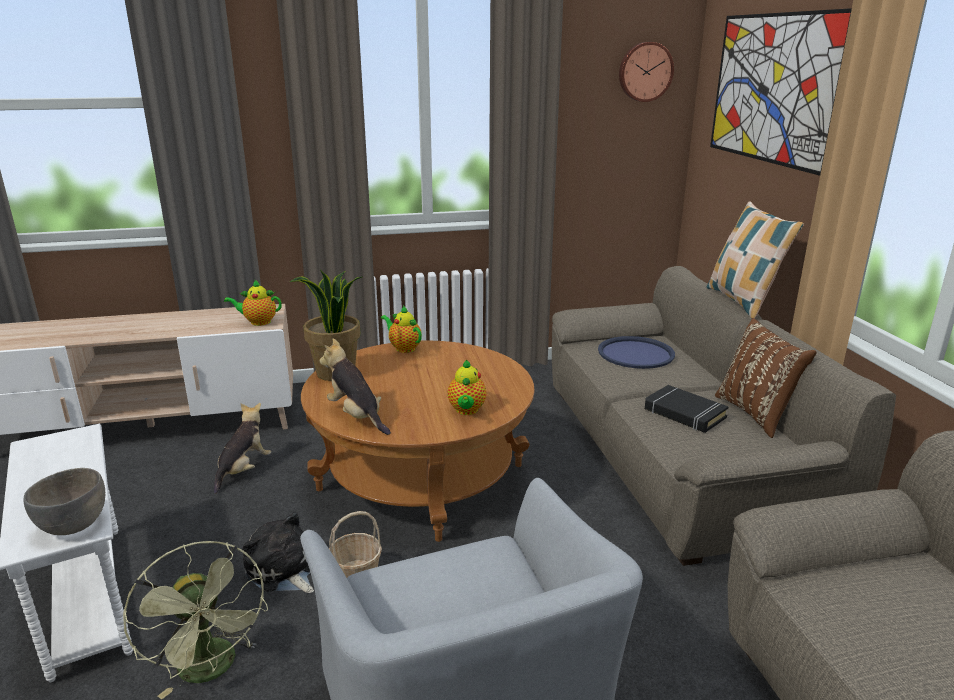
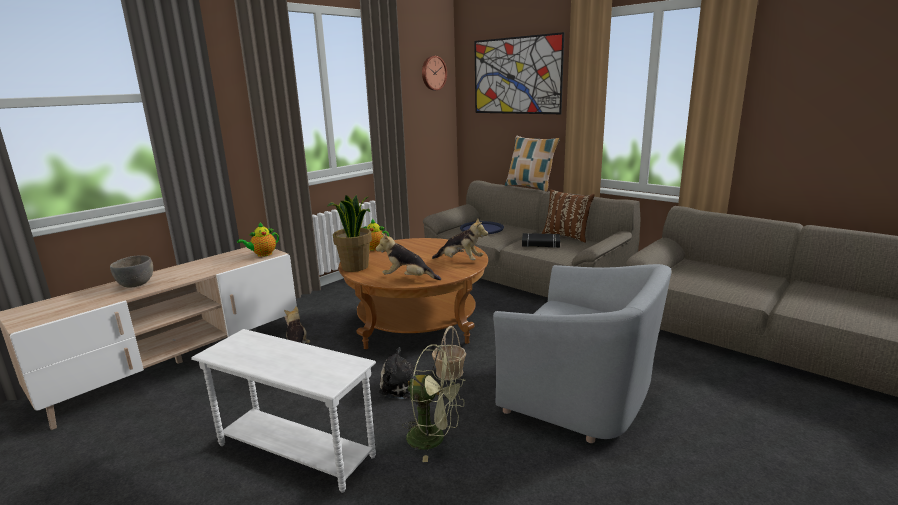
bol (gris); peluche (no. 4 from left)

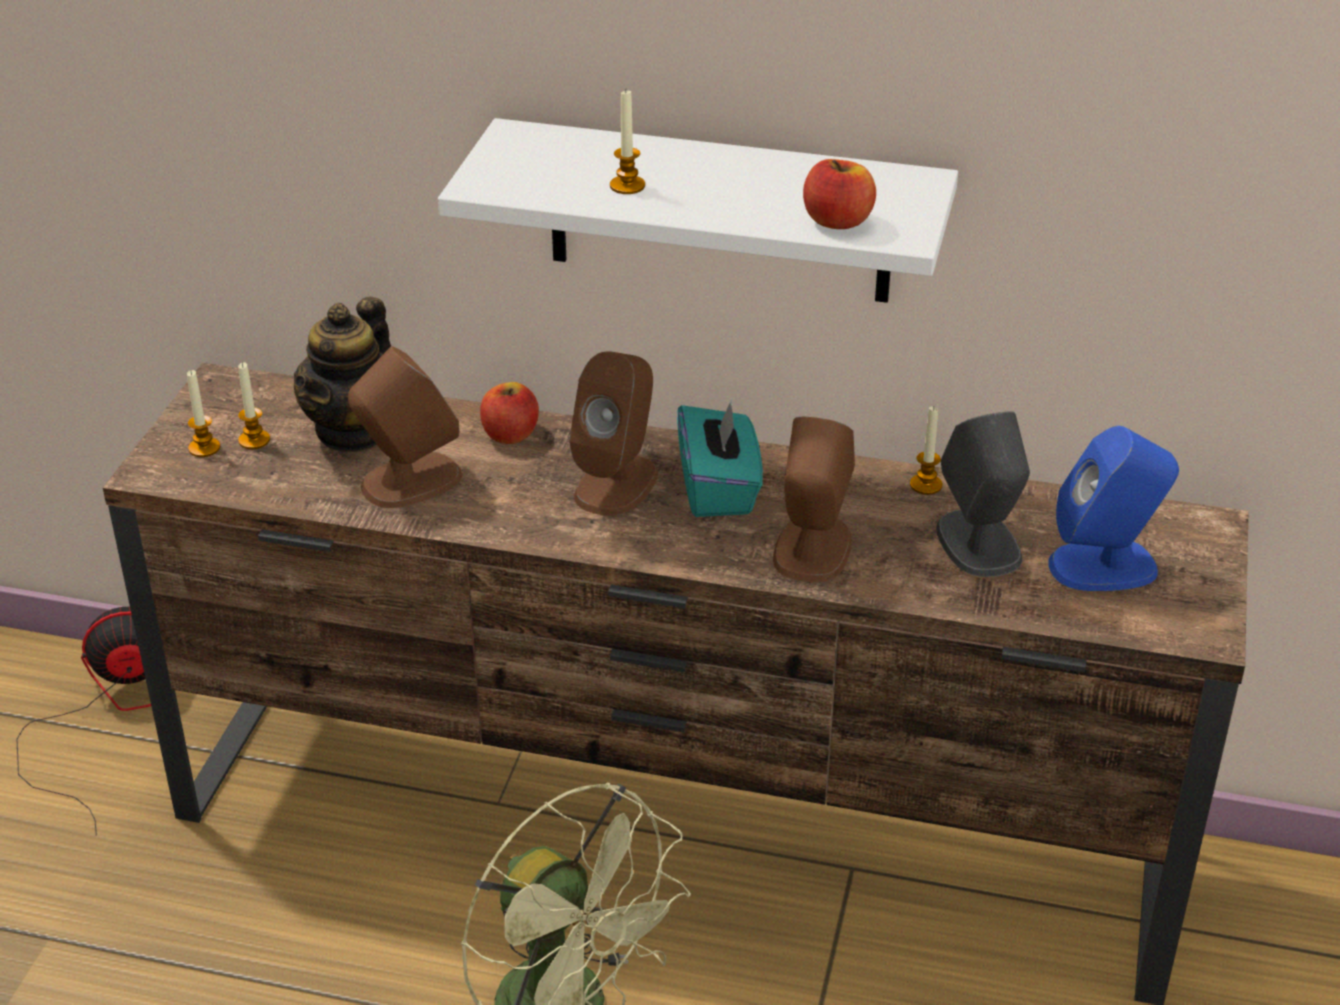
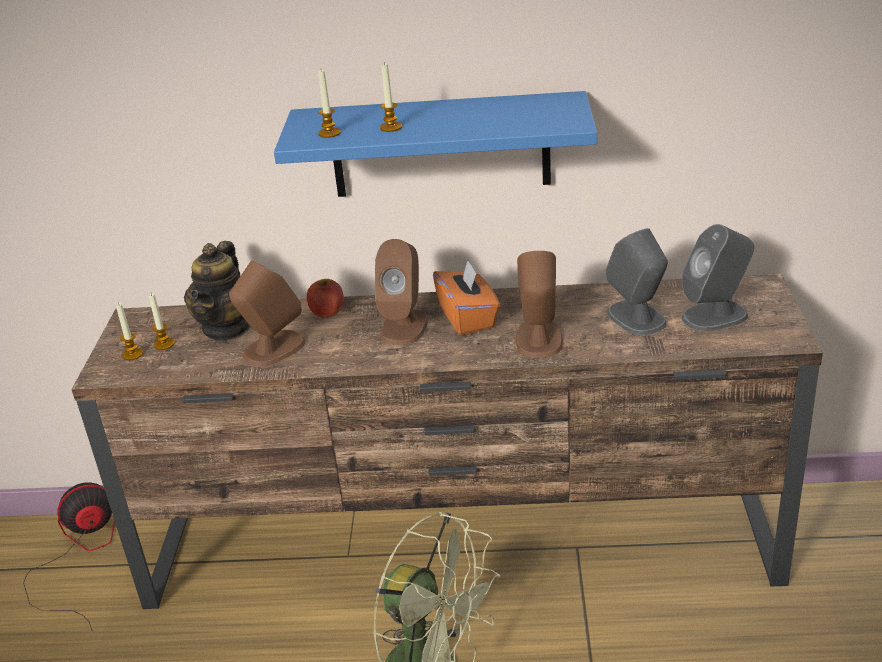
étagère (bleu); boîte à mouchoirs (orange); pomme (no. 2 from left in the first image); bougie (no. 3 from left); enceinte (gris) (no. 2 from left)

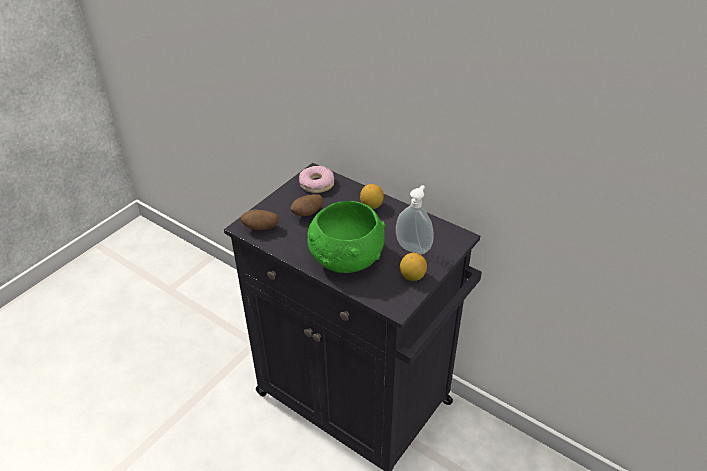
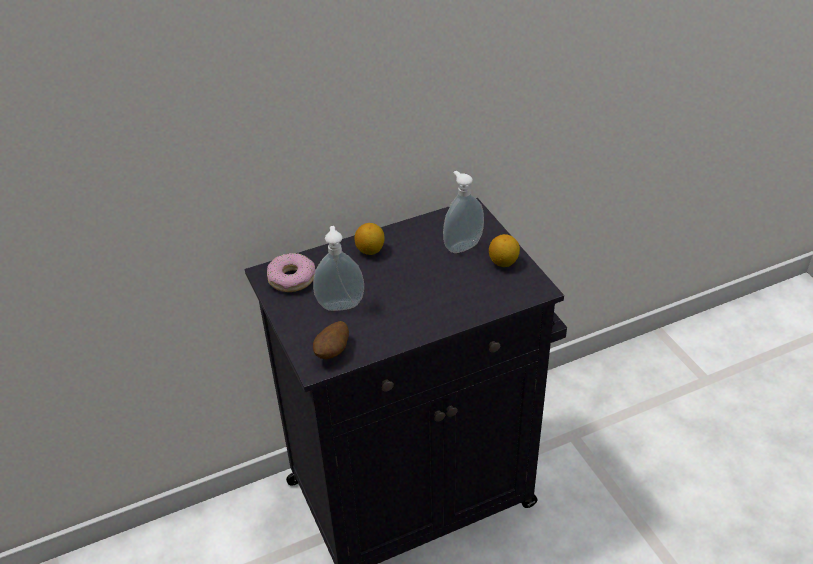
distributeur de savon (no. 1 from left); bol (vert)

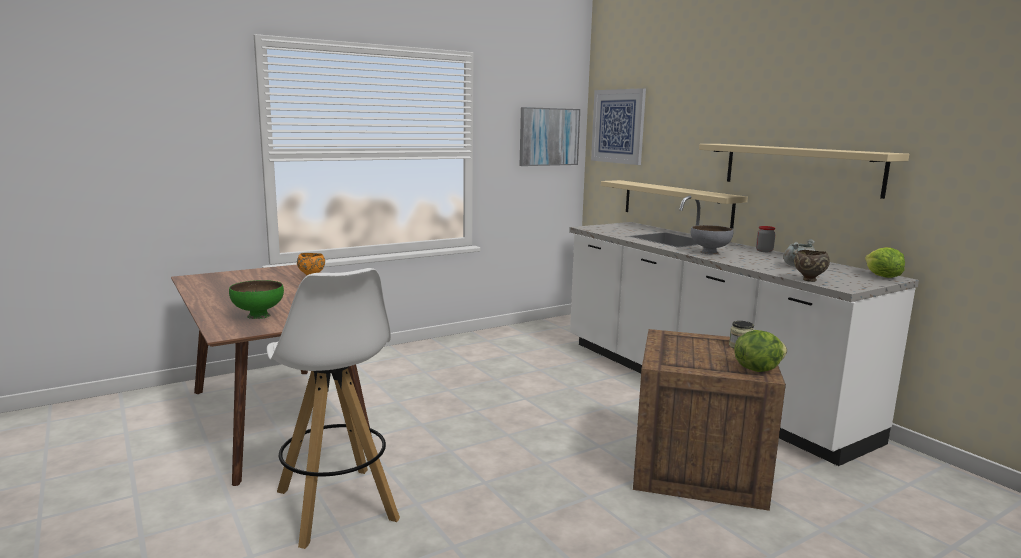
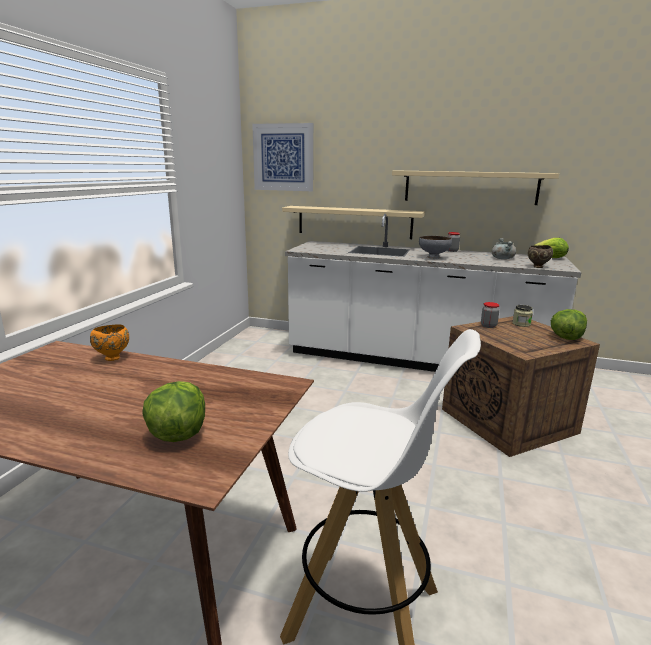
laitue (no. 1 from left); tableau (no. 1 from left in the first image); bocal (no. 2 from left)

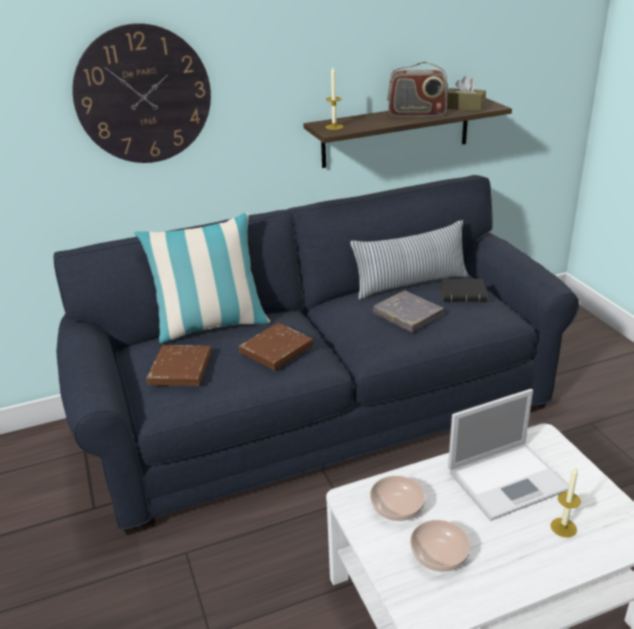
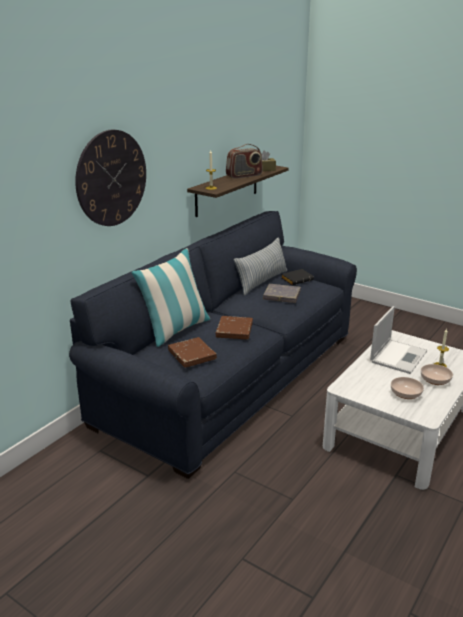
bol (no. 2 from left)

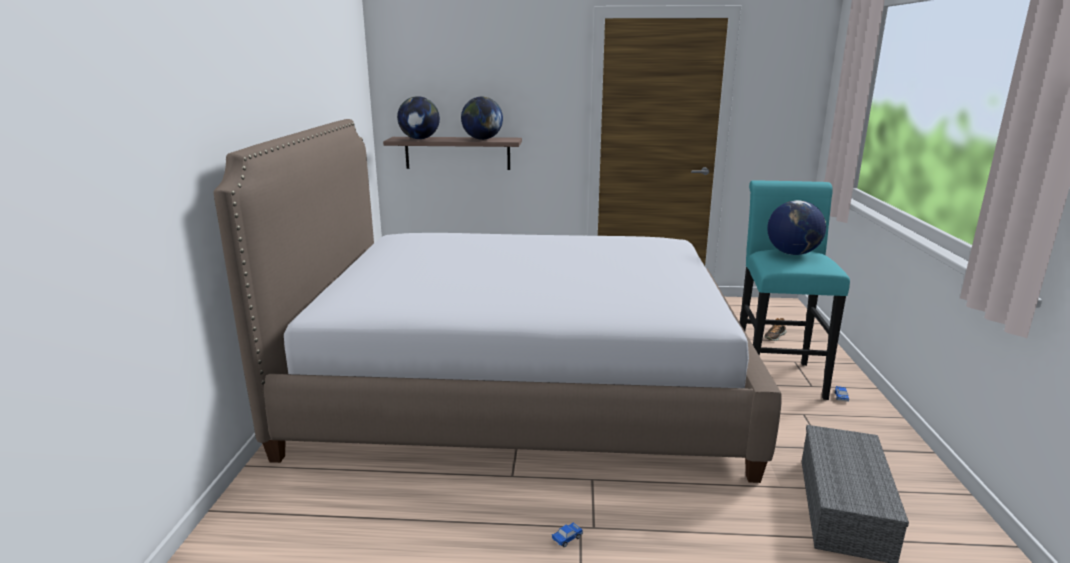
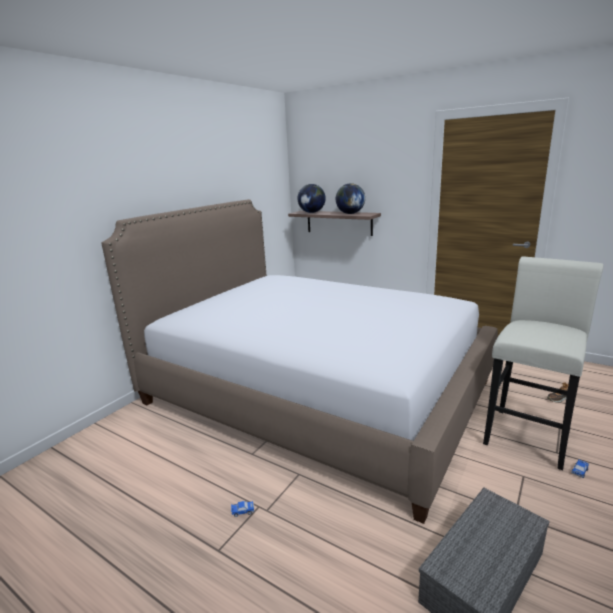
tabouret (blanc); globe (no. 3 from left in the first image)

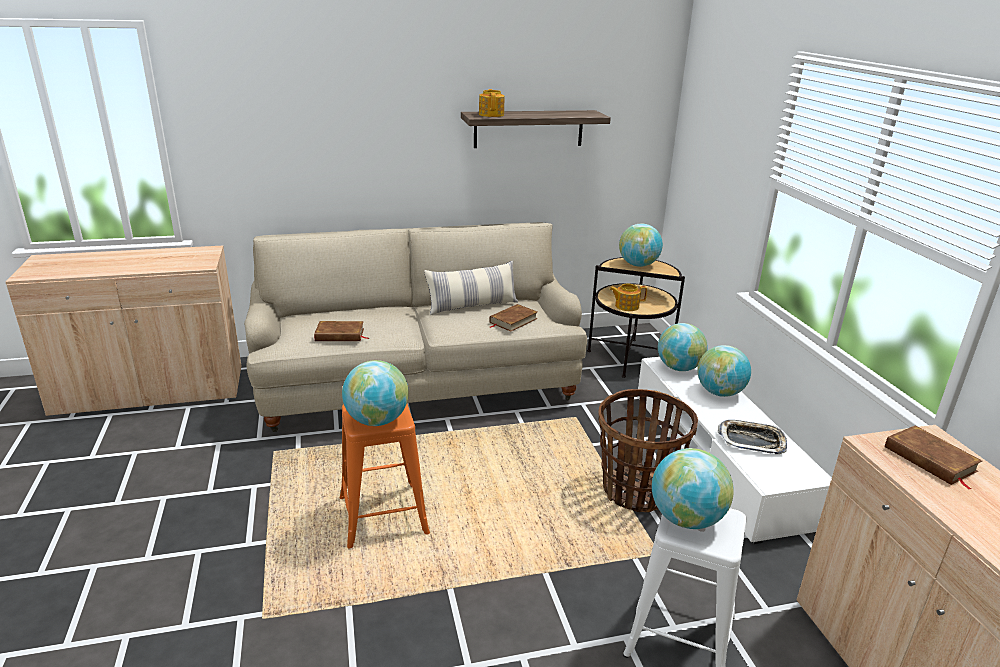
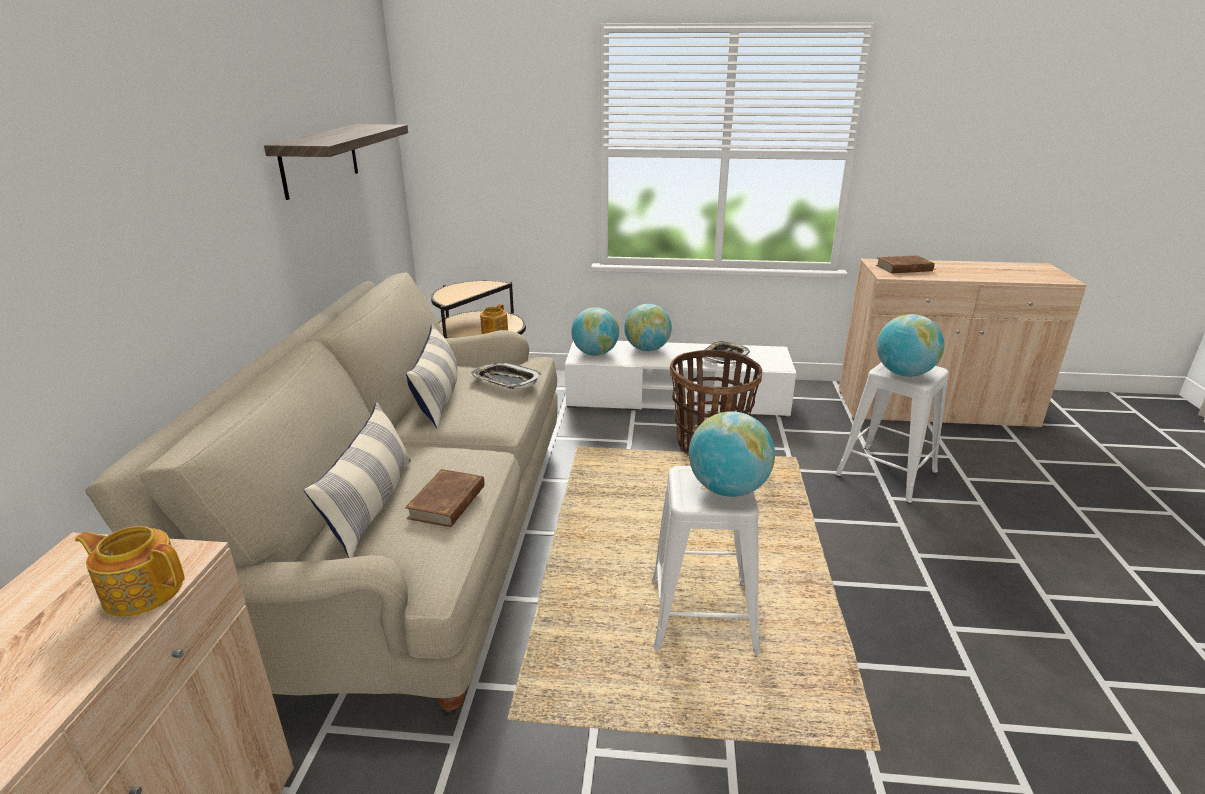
tabouret (blanc) (no. 1 from left); théière (no. 1 from left); plateau (no. 1 from left); globe (no. 2 from left in the first image); coussin (no. 1 from left)

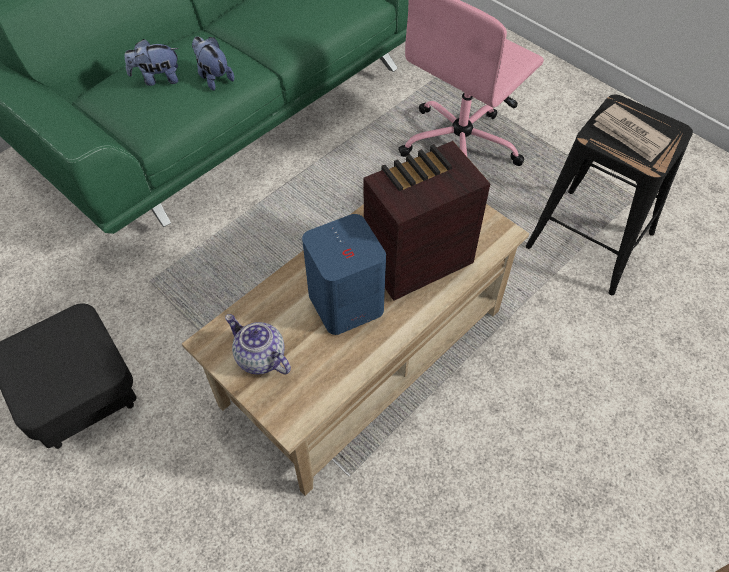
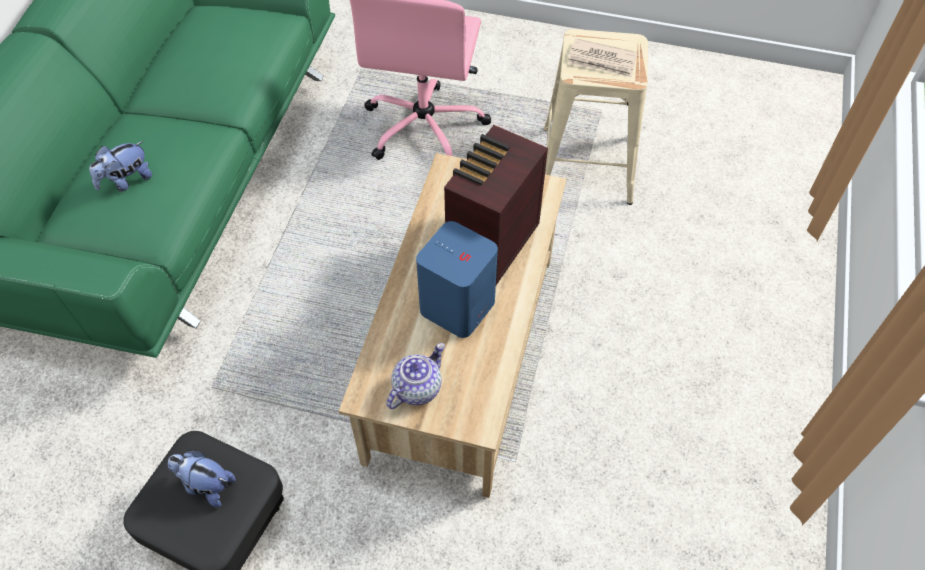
peluche (no. 2 from left); théière; tabouret (beige)

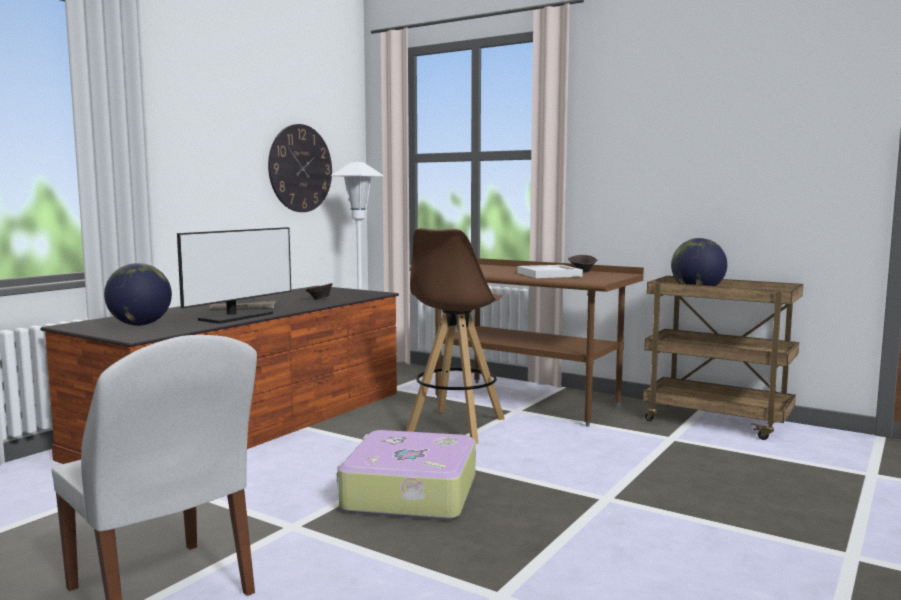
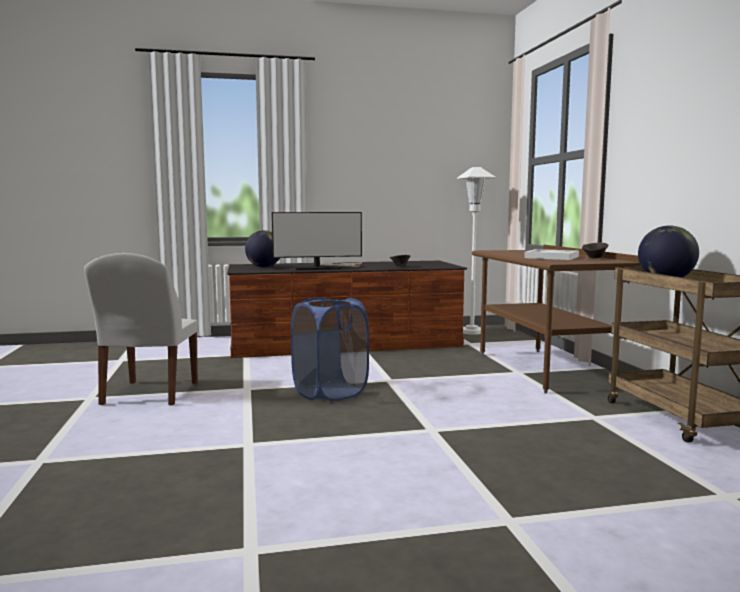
horloge murale; panier à linge (bleu); tabouret (marron)

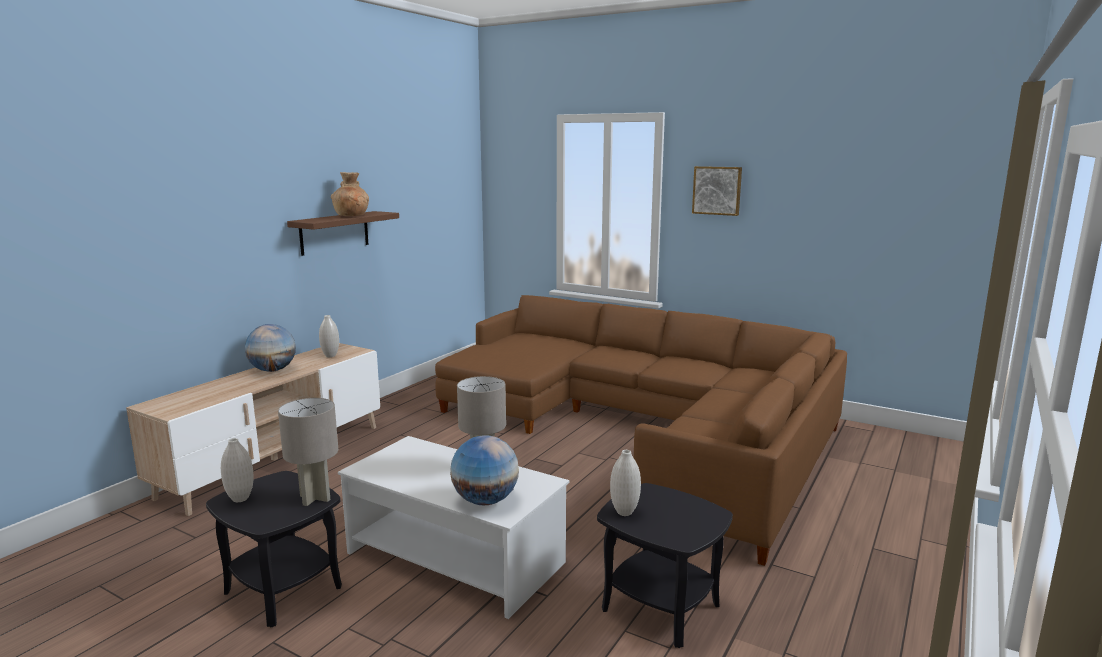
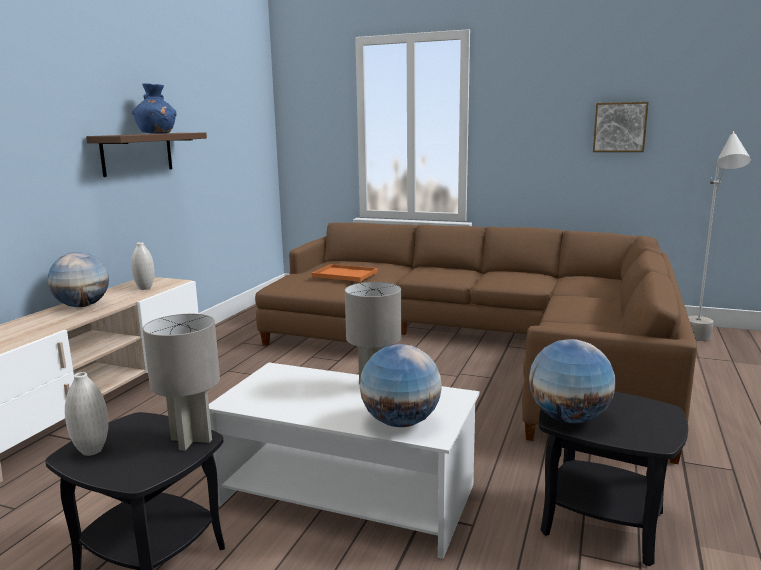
vase (bleu); globe (no. 3 from left); tableau; plateau (orange); lampadaire (gris)

